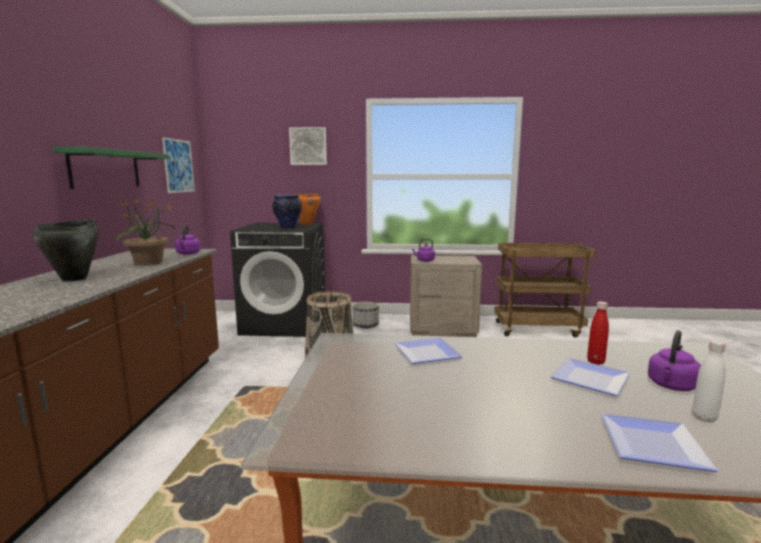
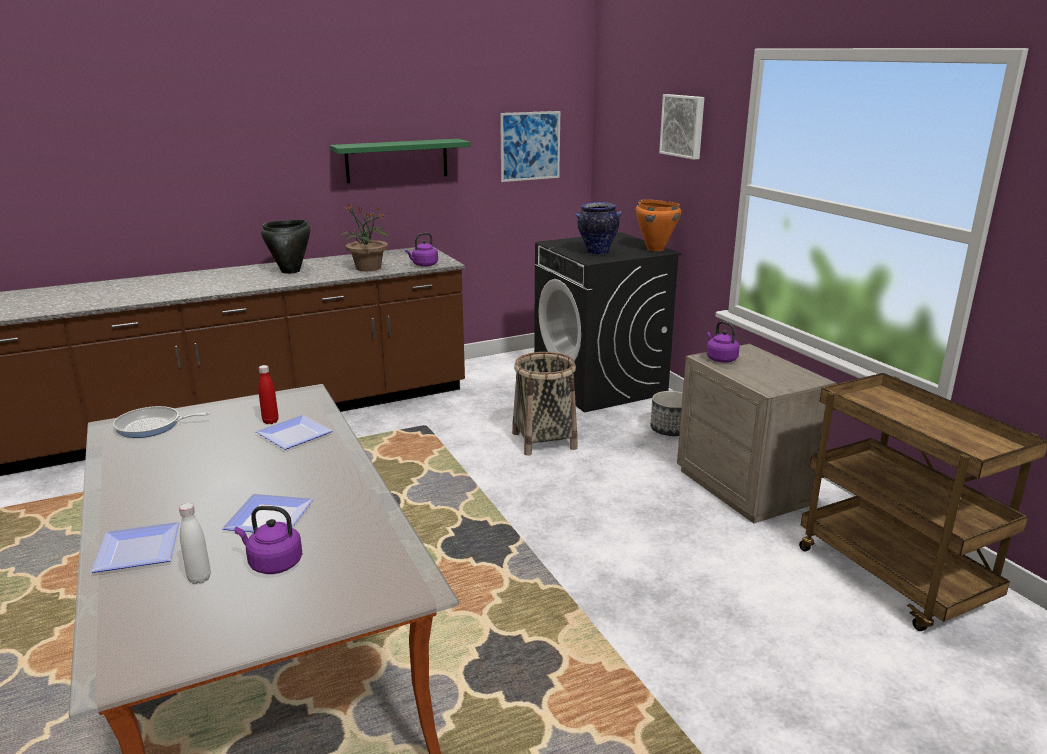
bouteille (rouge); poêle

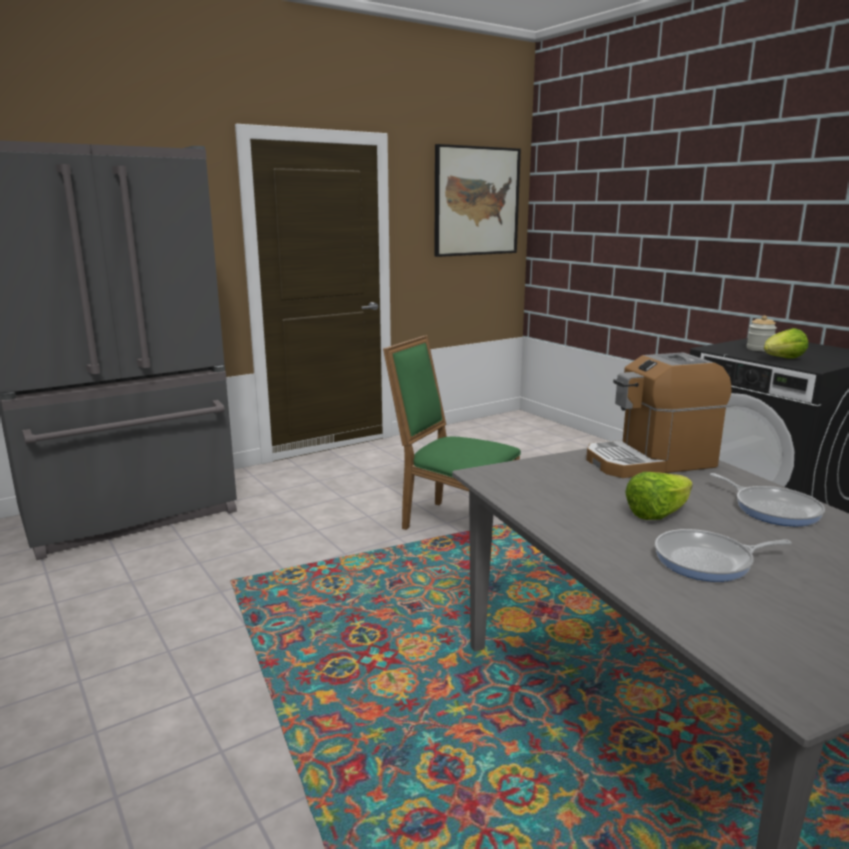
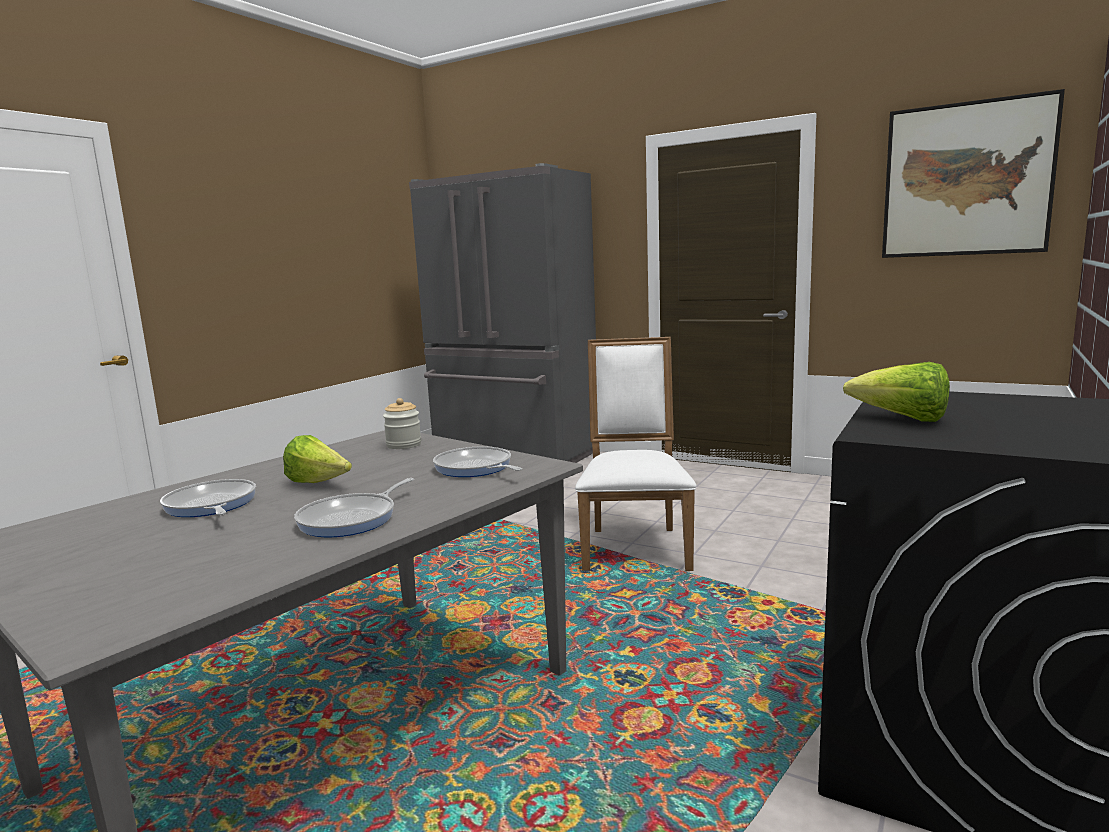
chaise (blanc); poêle (no. 3 from left); bocal

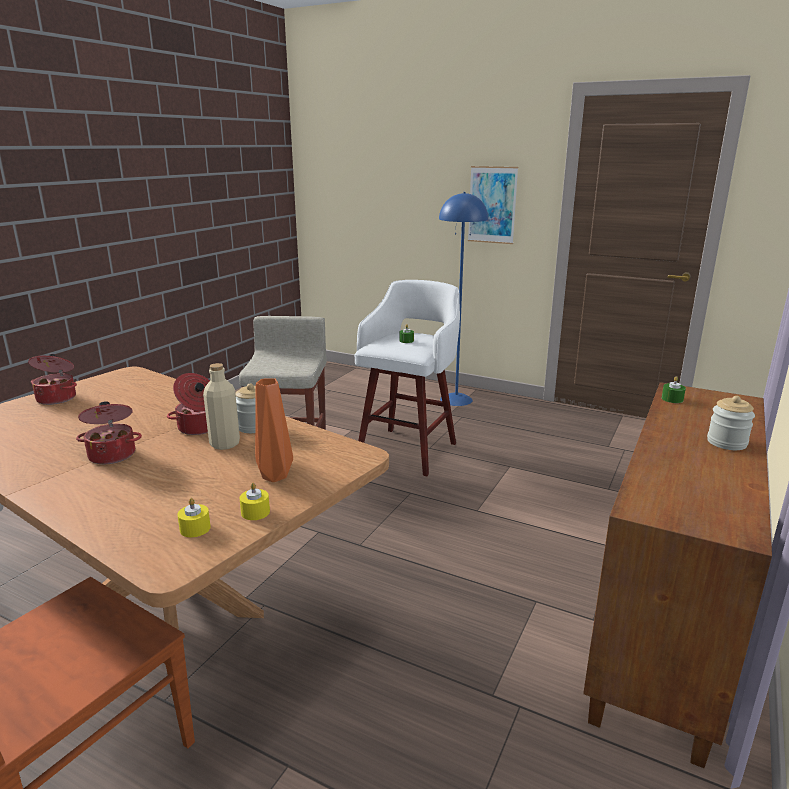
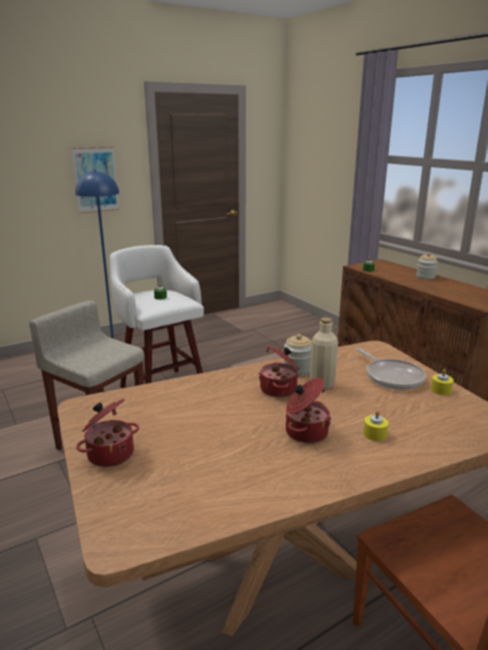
bougie (jaune) (no. 1 from left); poêle

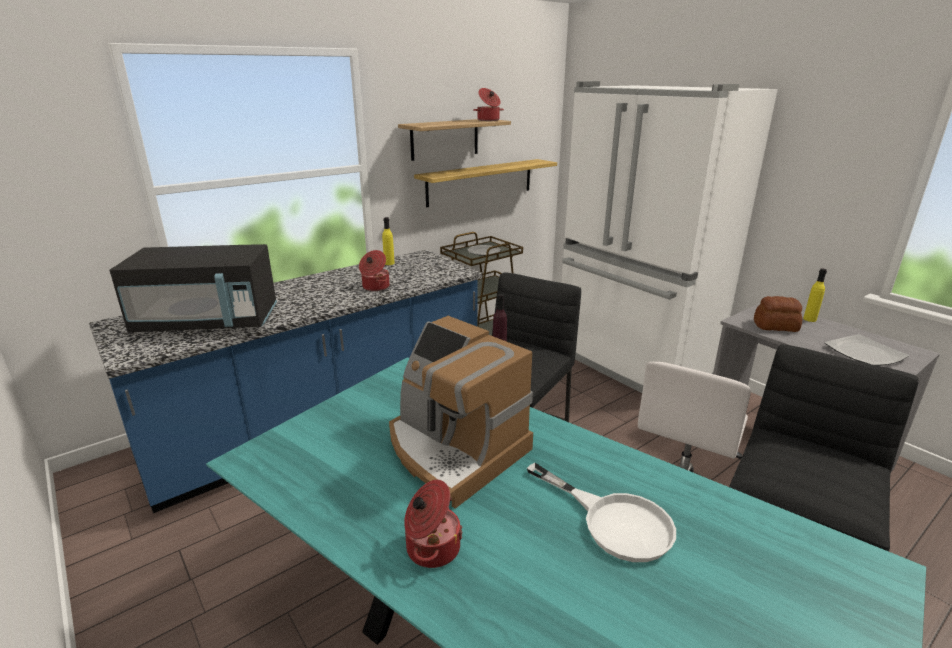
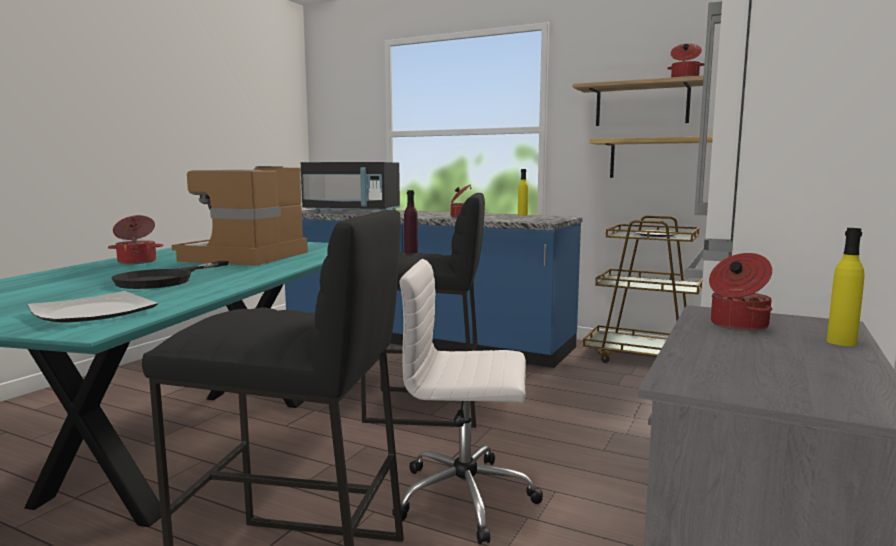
micro-ondes (noir); poêle (noir); marmite (no. 4 from left); assiette (no. 1 from left)

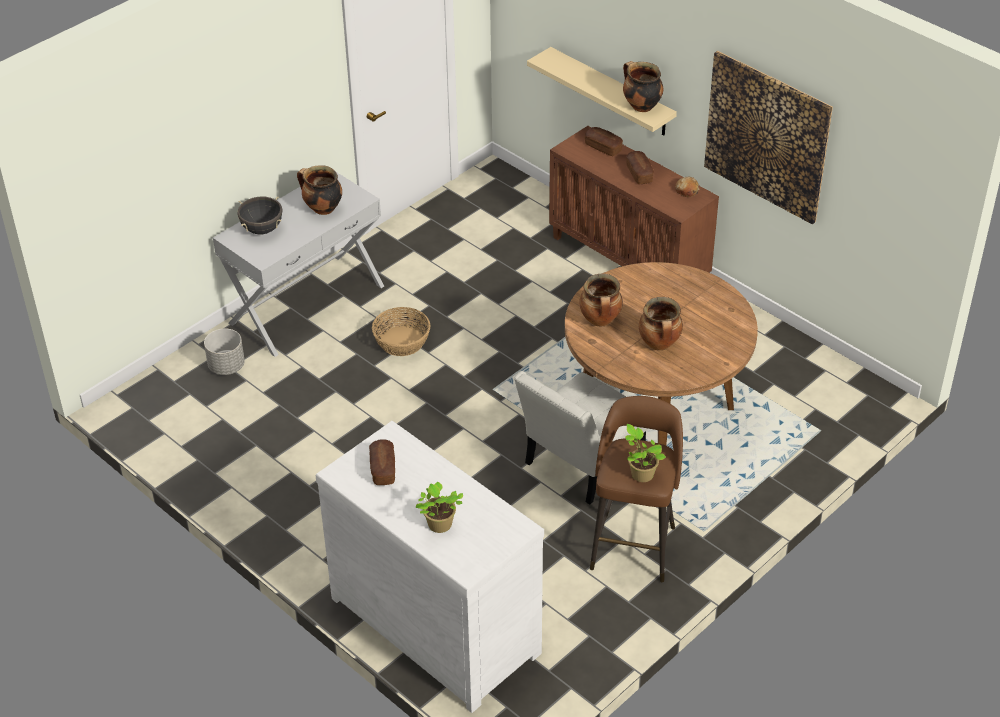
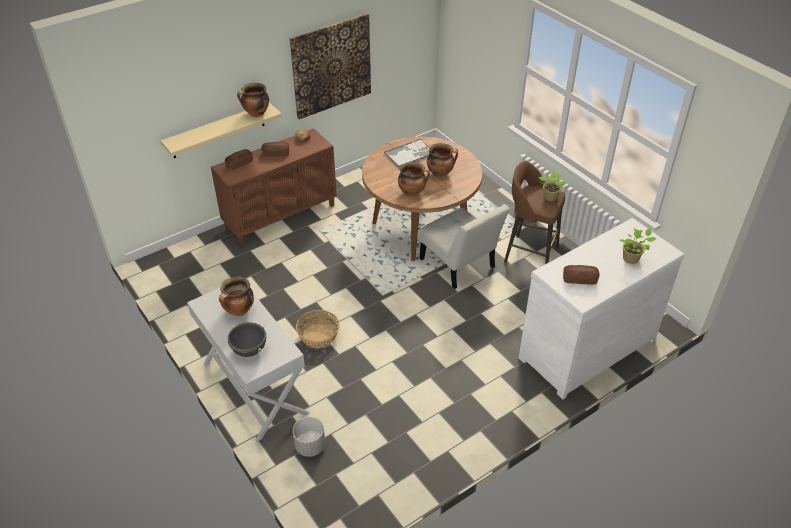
plateau

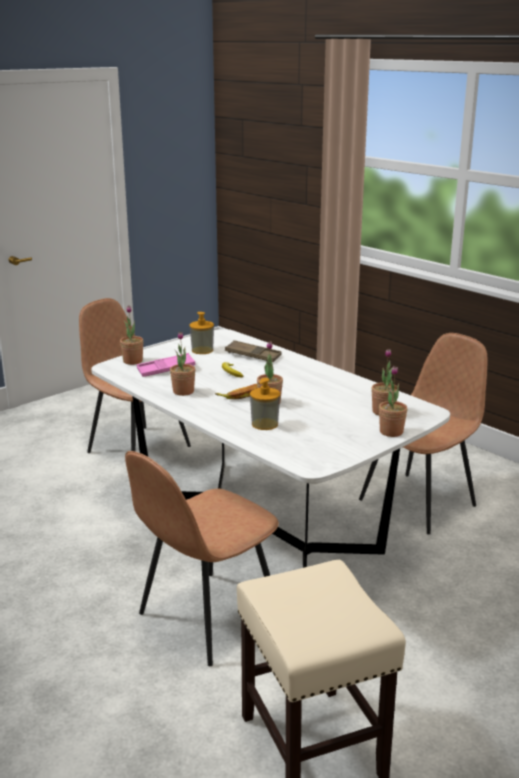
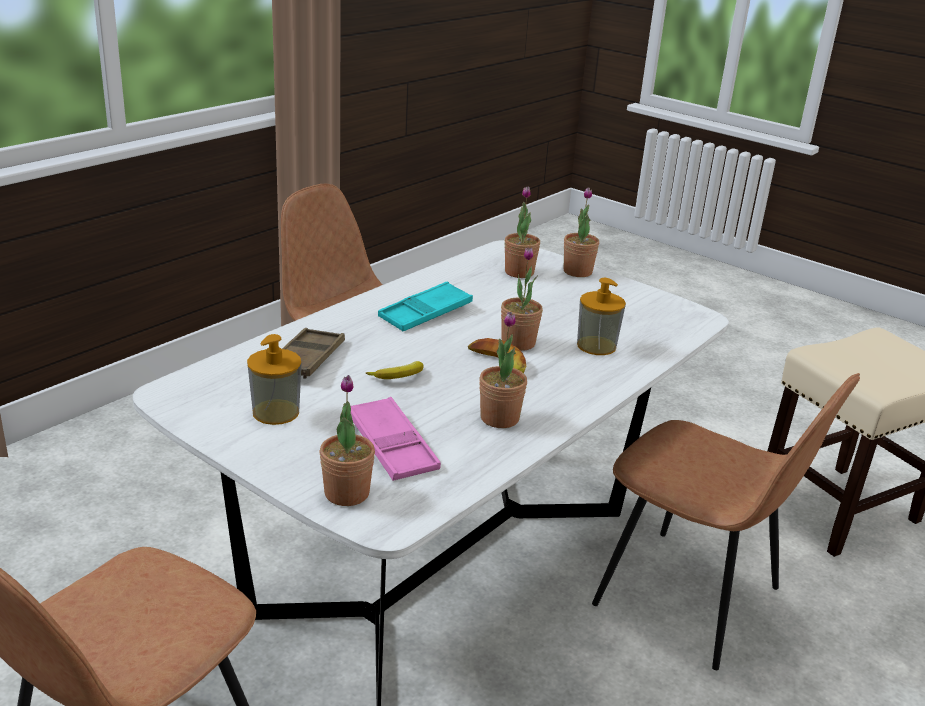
plateau (turquoise)

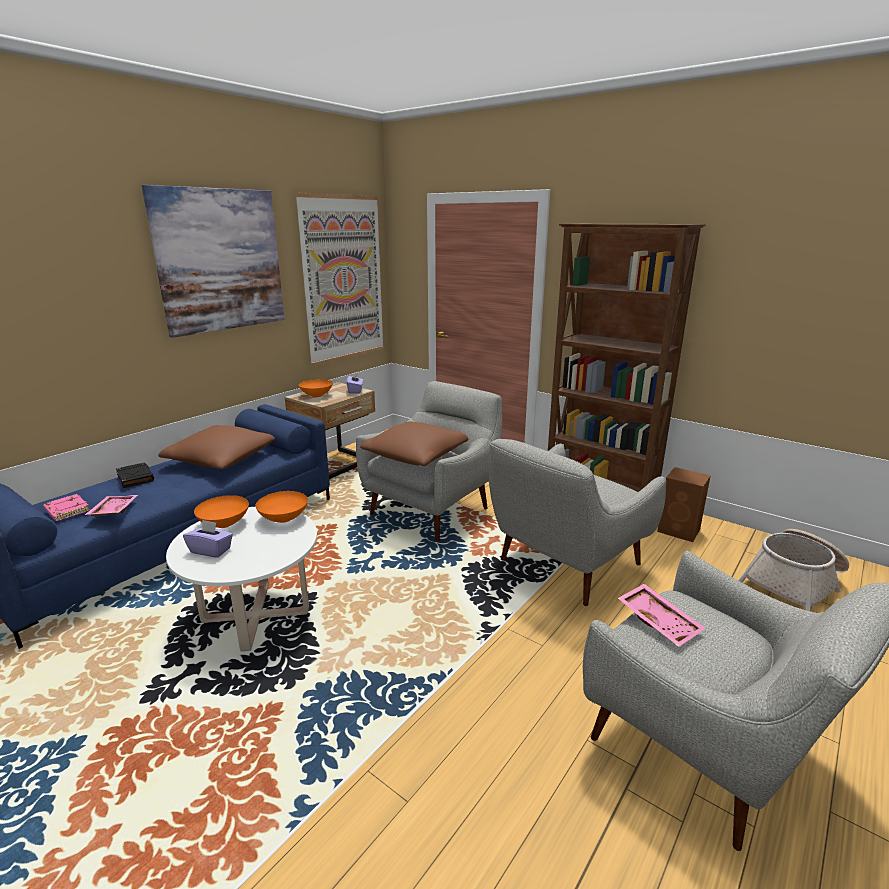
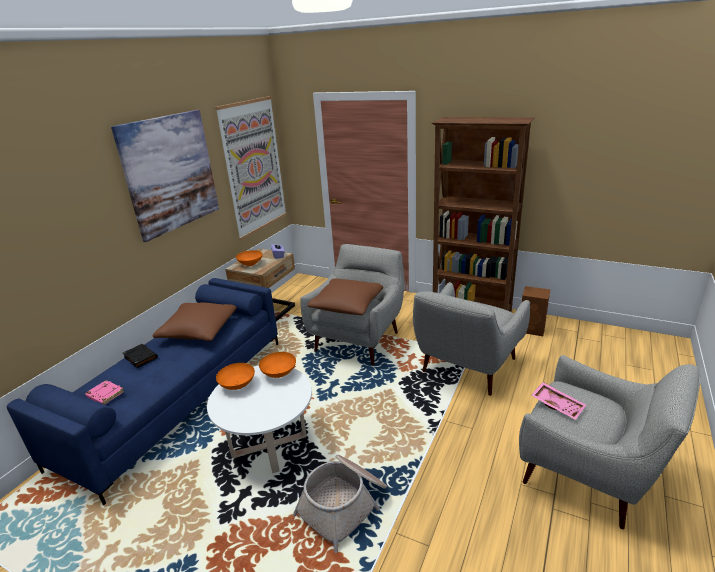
plateau (rose) (no. 1 from left in the first image); boîte à mouchoirs (violet) (no. 1 from left in the first image); panier

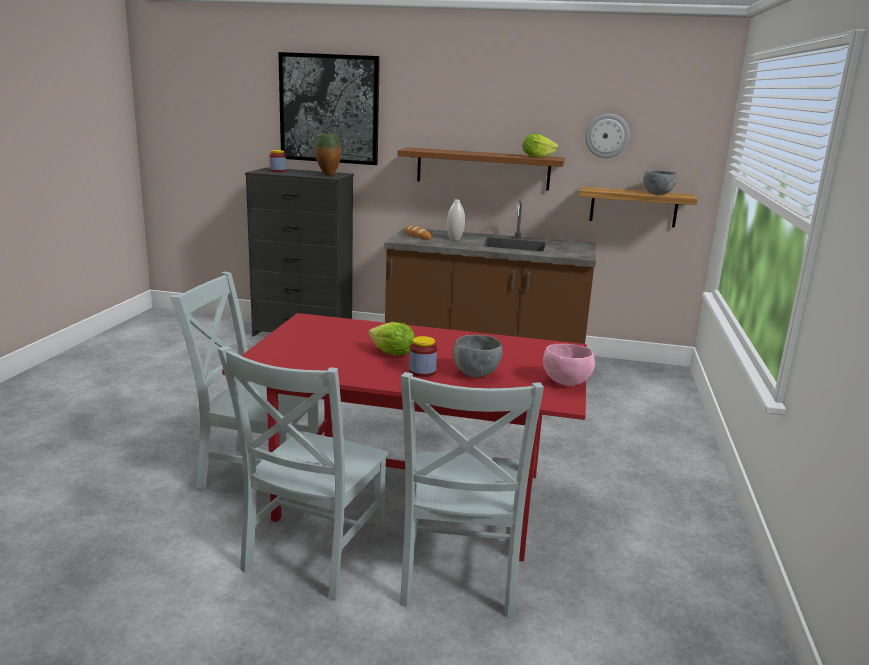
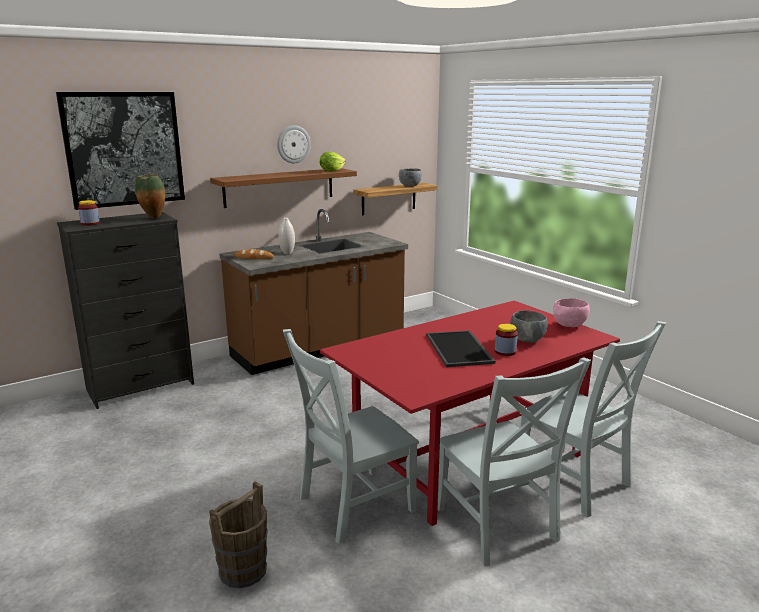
plateau; horloge murale; seau (marron)

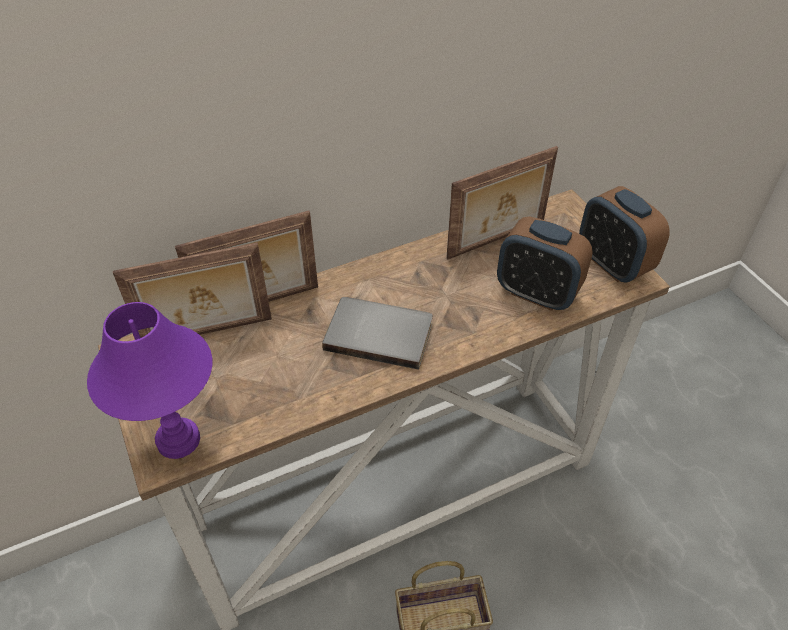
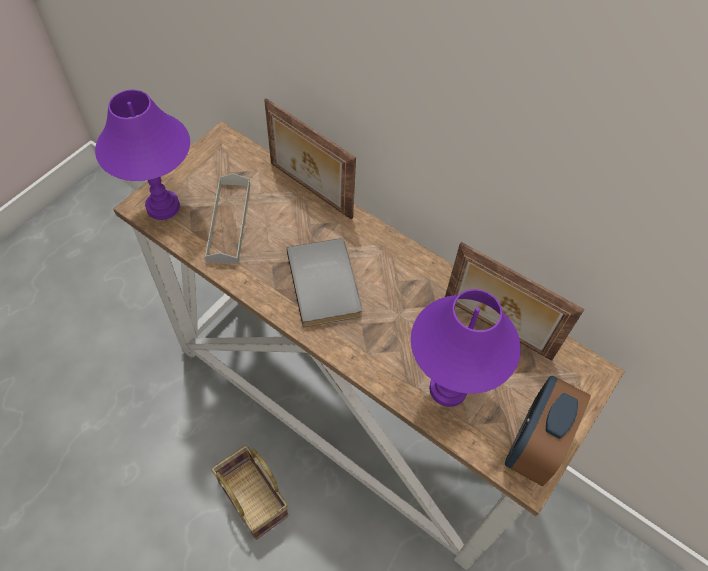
cadre photo (no. 1 from left in the first image); lampe de table (violet) (no. 2 from left); plateau (gris)

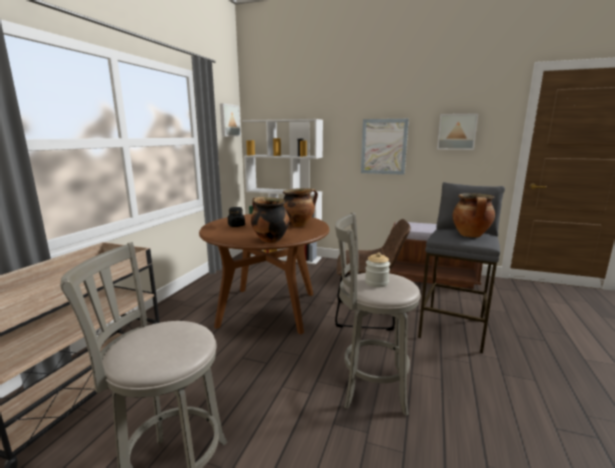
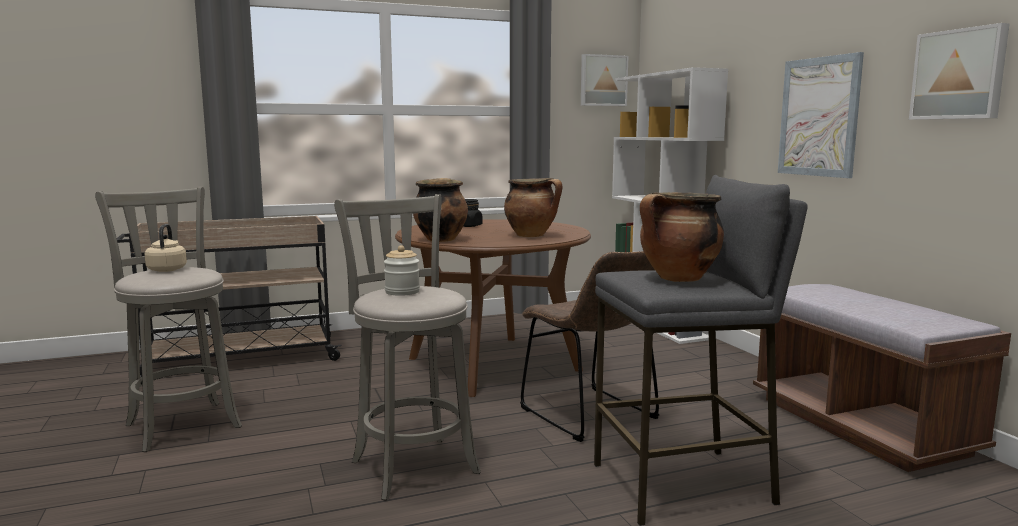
bouilloire (beige)

